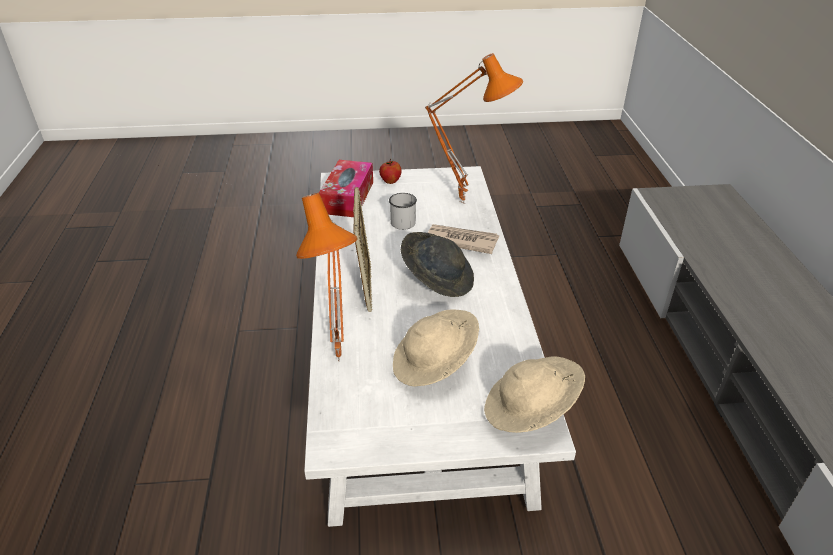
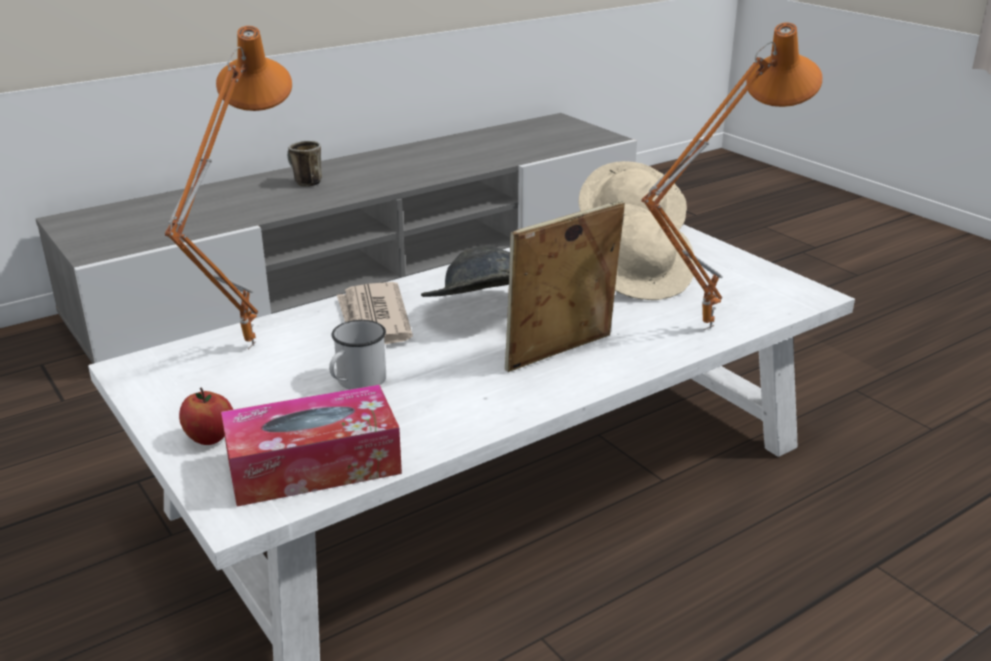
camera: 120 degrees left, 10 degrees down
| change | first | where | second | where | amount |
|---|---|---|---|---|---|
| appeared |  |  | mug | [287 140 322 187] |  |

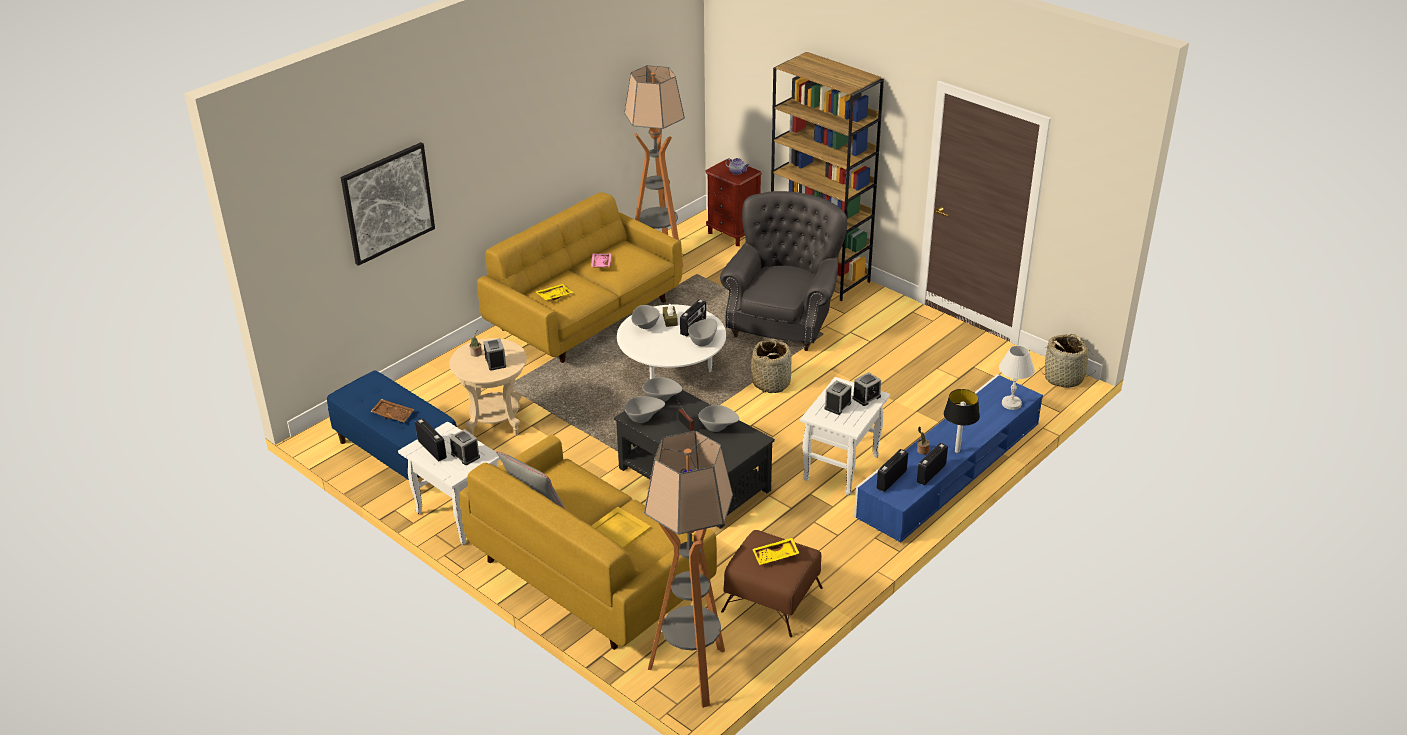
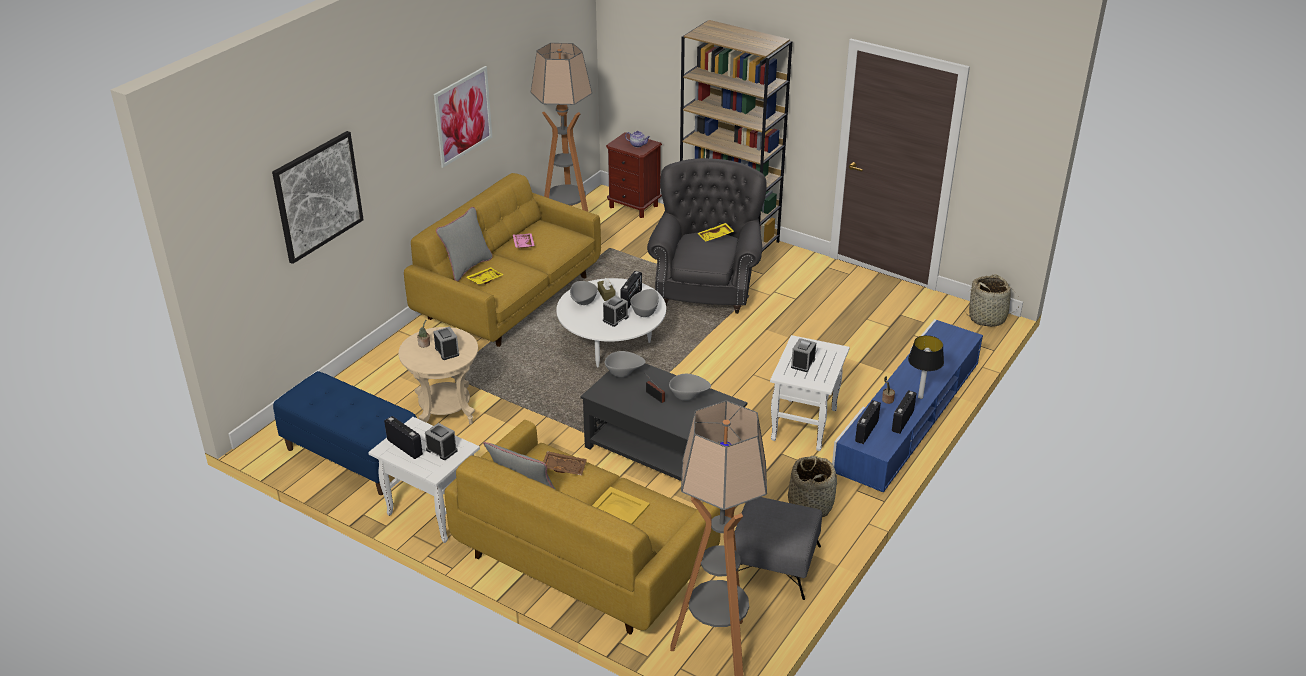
camera: 10 degrees left, 0 degrees up
| change | first | where | second | where | amount |
|---|---|---|---|---|---|
| appeared |  |  | wall art | [433 66 492 168] |  |
| appeared |  |  | gray throw pillow | [436 207 493 281] |  |
| relocated | brown tray | [370 399 415 423] |  | [543 451 587 476] |  |
| relocated | alarm clock | [852 372 881 406] |  | [603 295 629 327] |  |
| relocated | yellow-coloured tray | [752 538 799 565] |  | [697 223 734 242] |  |
| colour | brown ottoman | [721 530 823 637] | gray ottoman | [735 497 822 600] |  |
| relocated | storage basket | [751 338 792 393] |  | [788 456 837 517] |  |
| missing | gray deep dish | [625 396 665 423] |  |  |  |
| missing | white-coloured tabletop lamp | [999 346 1035 410] |  |  |  |

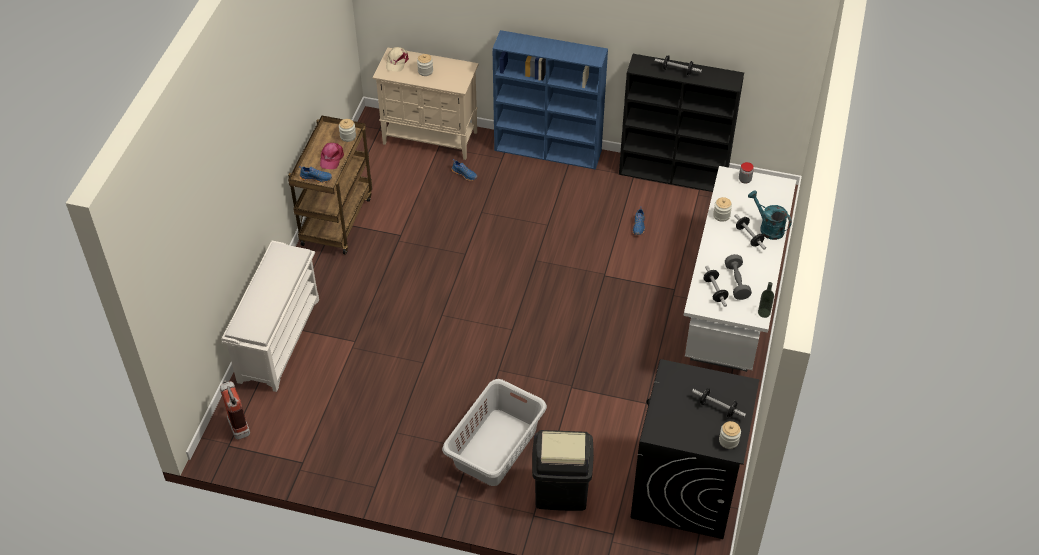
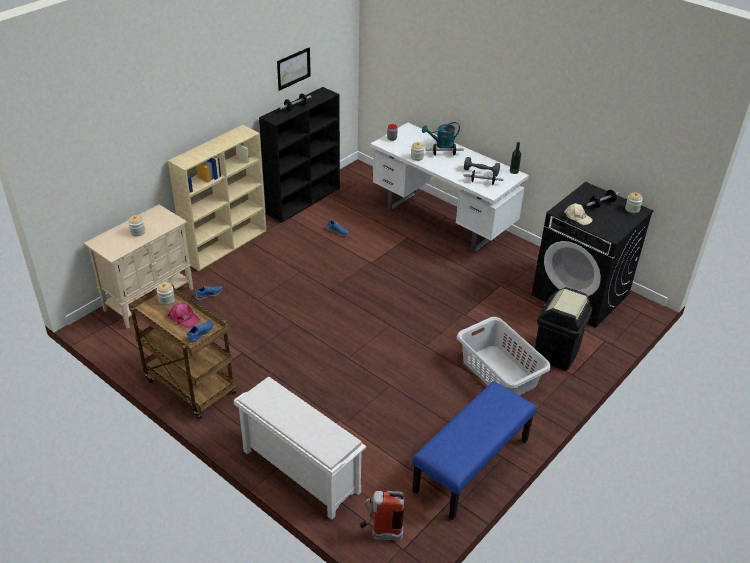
camera: 65 degrees left, 10 degrees down
| change | first | where | second | where | amount |
|---|---|---|---|---|---|
| colour | blue bookshelf | [492 30 608 170] | beige-coloured bookshelf | [168 125 266 271] |  |
| appeared |  |  | wall art | [277 48 311 91] |  |
| appeared |  |  | blue bench | [412 381 537 520] |  |
| relocated | beige-coloured baseball cap | [386 47 409 72] |  | [563 203 593 225] |  |

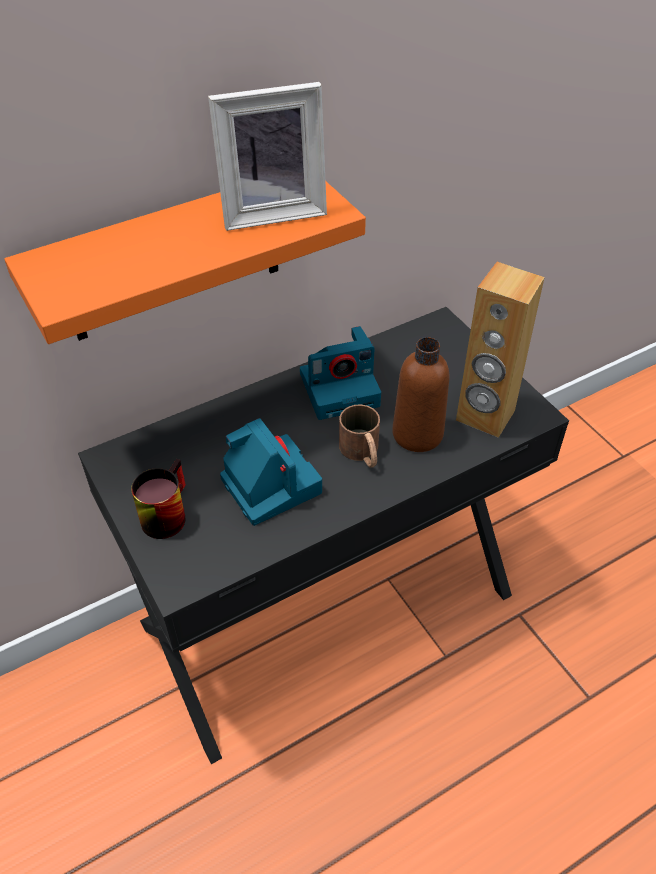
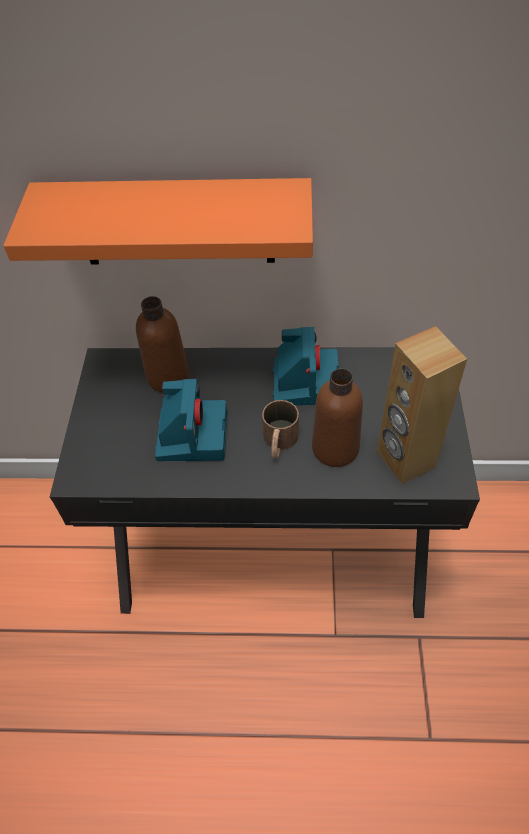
camera: 35 degrees right, 5 degrees up
| change | first | where | second | where | amount |
|---|---|---|---|---|---|
| appeared |  |  | brown drink bottle | [136 296 189 393] |  |
| spun | still camera | [300 326 381 420] |  | [273 327 339 405] | 105 degrees counterclockwise |
| missing | mug | [131 459 186 539] |  |  |  |
| missing | photo frame | [208 82 327 231] |  |  |  |

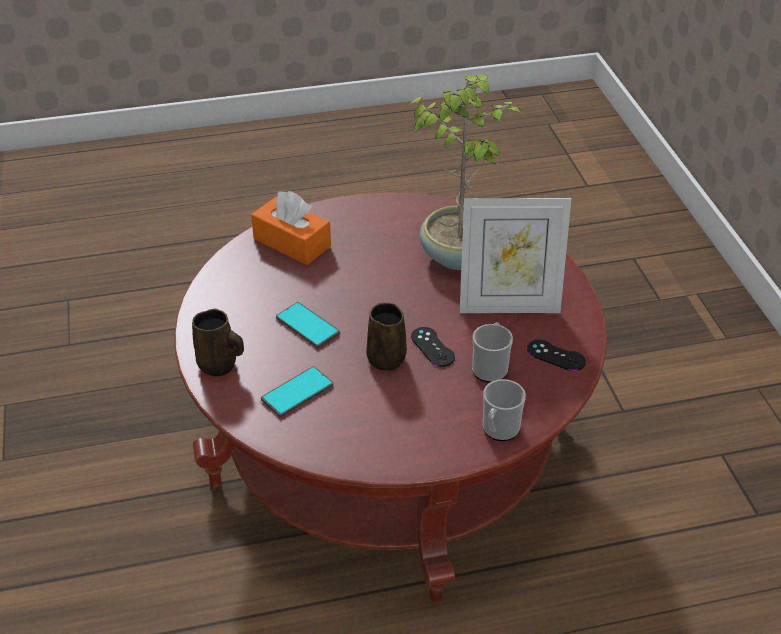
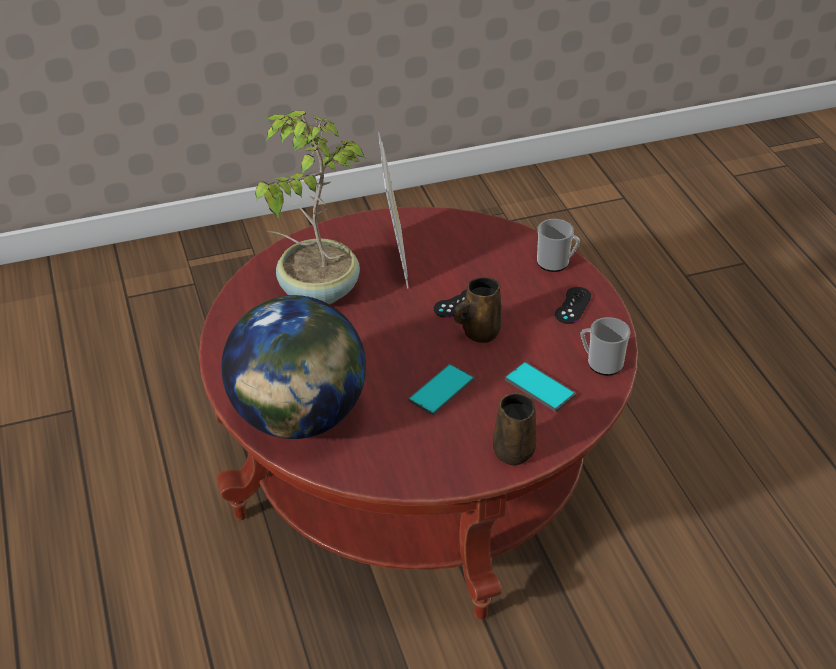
camera: 95 degrees left, 0 degrees up
| change | first | where | second | where | amount |
|---|---|---|---|---|---|
| exchanged | orange box of tissues | [251 191 331 265] | globe | [221 295 366 439] |  |
| relocated | black joypad | [527 340 586 371] |  | [555 287 591 324] |  |
| relocated | mug | [472 322 513 383] |  | [581 317 631 376] |  |

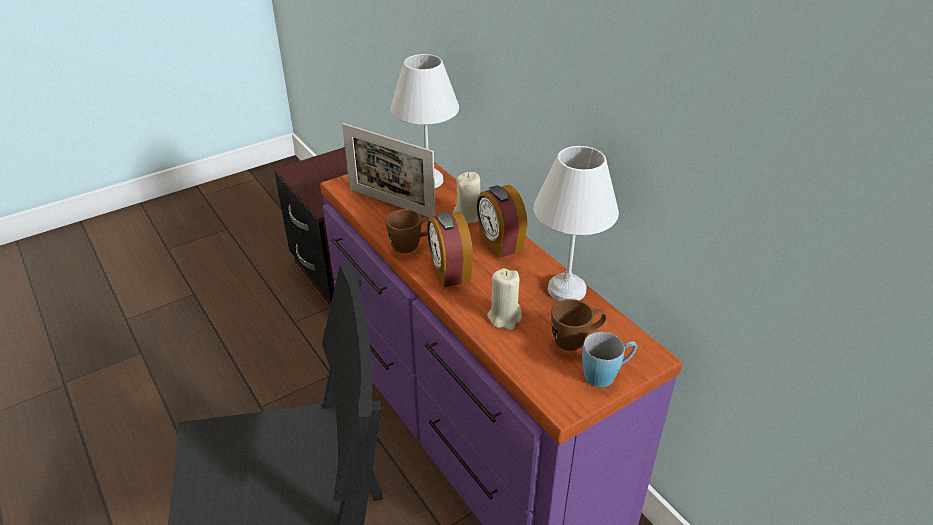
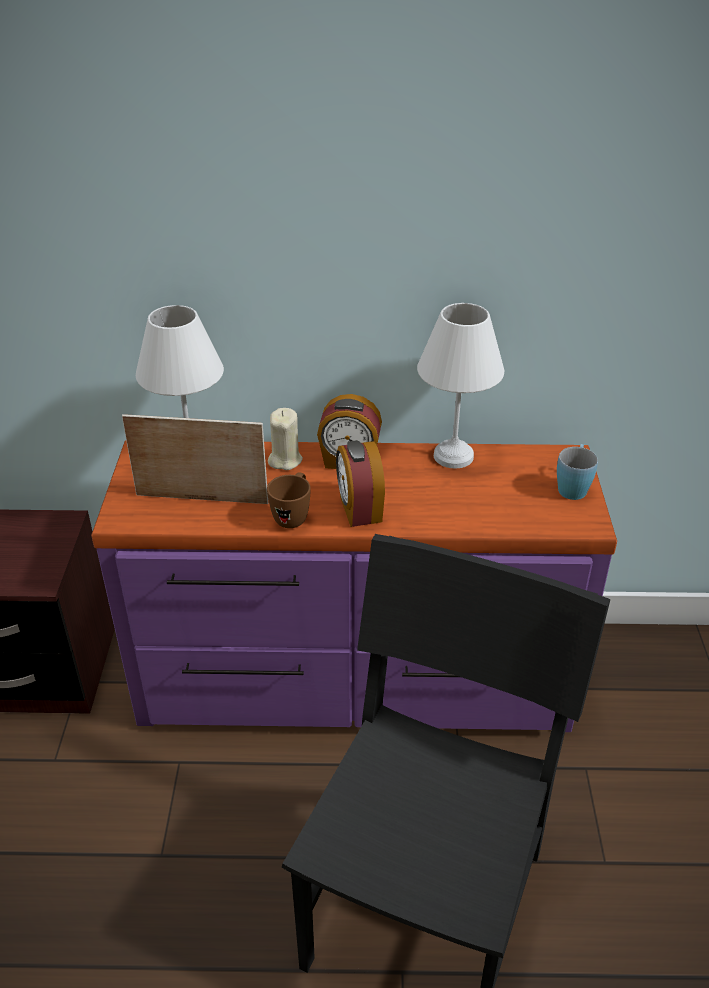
camera: 55 degrees left, 0 degrees up
| change | first | where | second | where | amount |
|---|---|---|---|---|---|
| spun | photo frame | [342 123 436 217] |  | [122 414 268 504] | 150 degrees counterclockwise |
| spun | alarm clock | [427 212 473 287] |  | [336 440 385 527] | 60 degrees clockwise |
| missing | beige-coloured wax light | [487 268 522 330] |  |  |  |
| missing | brown mug | [551 299 606 351] |  |  |  |

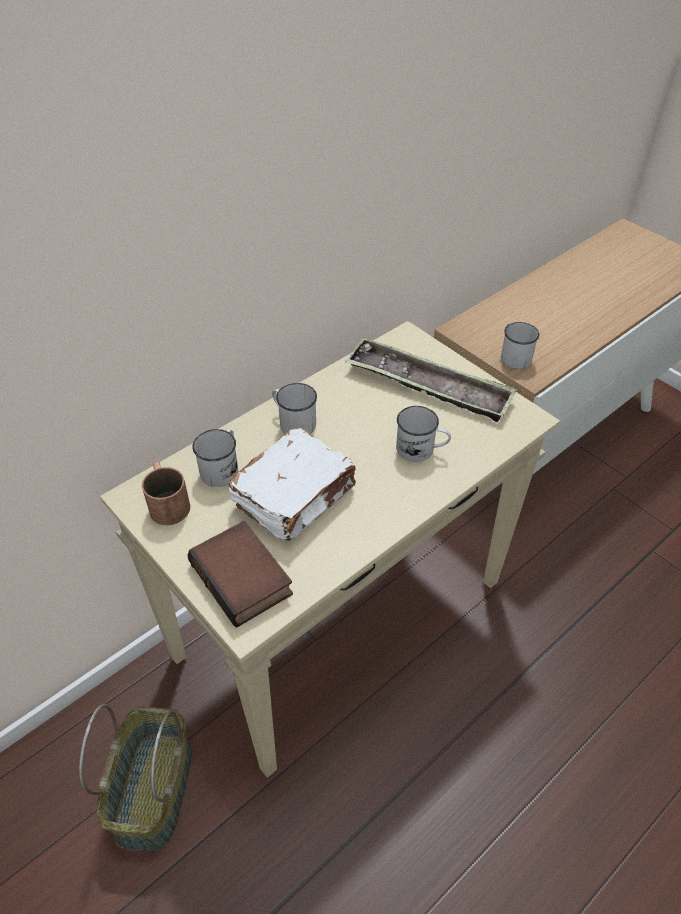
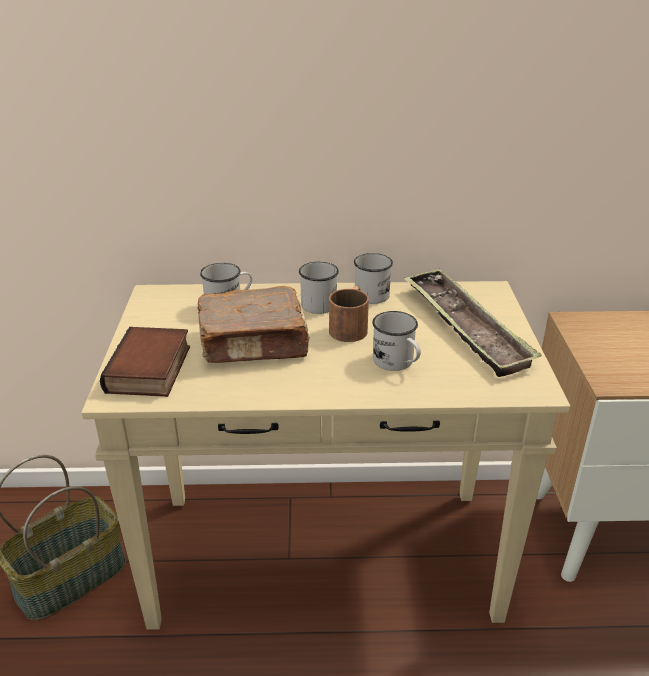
camera: 40 degrees right, 15 degrees down
| change | first | where | second | where | amount |
|---|---|---|---|---|---|
| colour | white-coloured book | [228 428 356 541] | brown book | [197 286 310 363] |  |
| relocated | brown mug | [142 462 190 525] |  | [329 286 369 342] |  |
| relocated | white-coloured mug | [501 322 539 369] |  | [354 253 393 304] |  |

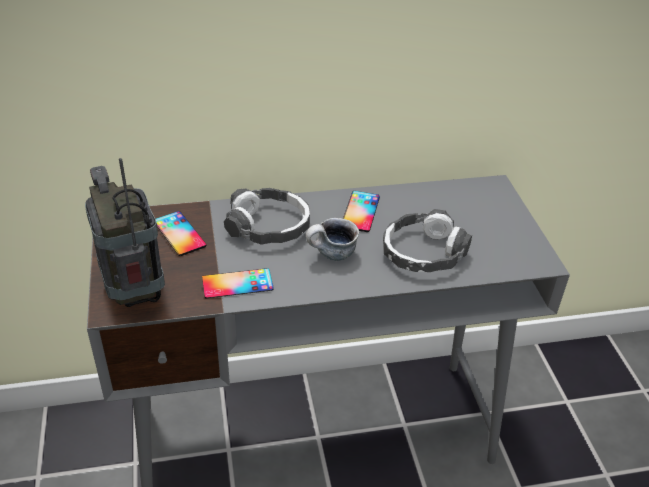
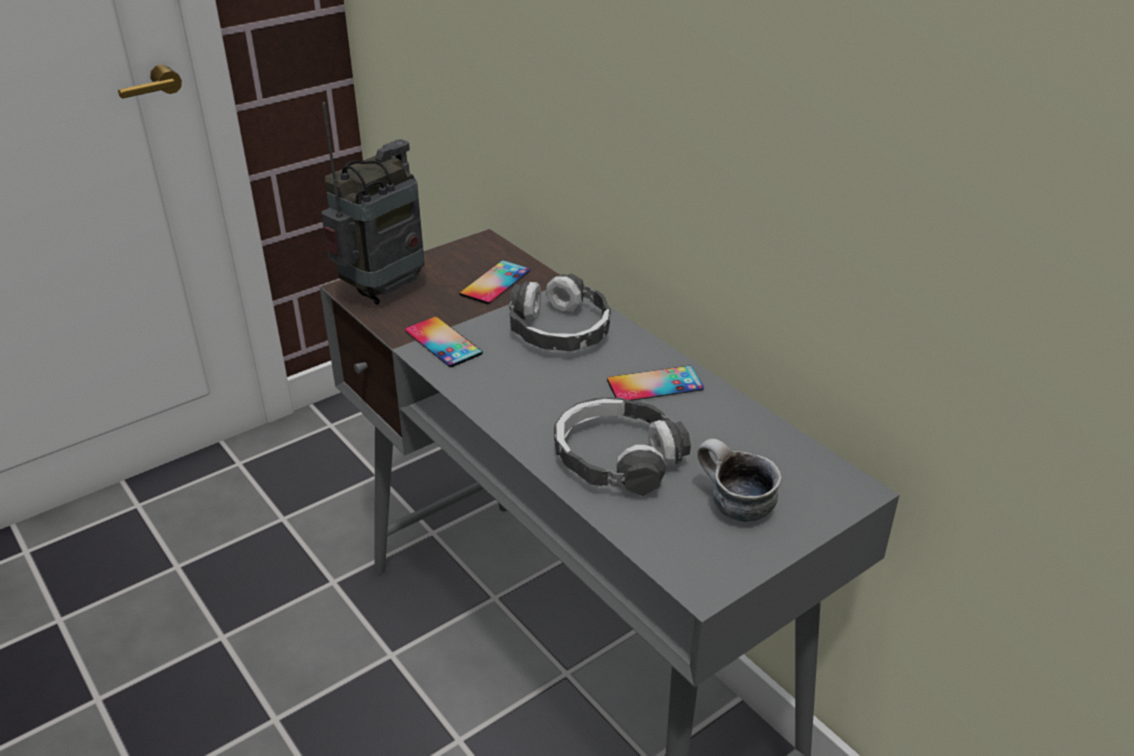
camera: 65 degrees right, 5 degrees down
| change | first | where | second | where | amount |
|---|---|---|---|---|---|
| relocated | mug | [306 218 359 261] |  | [697 439 782 522] |  |

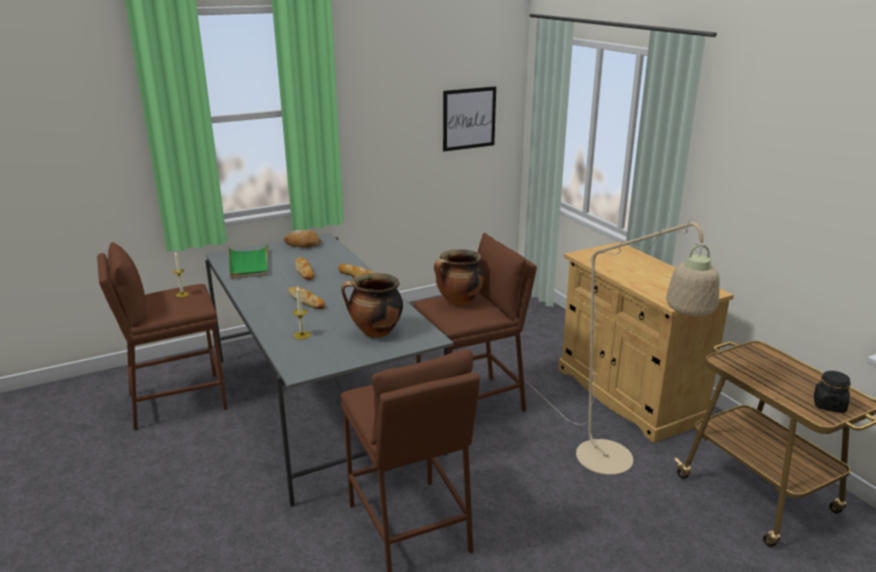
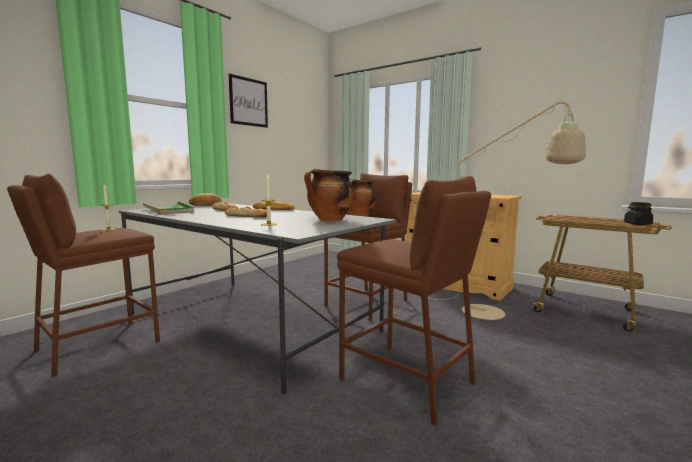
camera: 25 degrees left, 15 degrees down
| change | first | where | second | where | amount |
|---|---|---|---|---|---|
| relocated | wall art | [443 86 496 151] |  | [229 74 268 128] |  |

